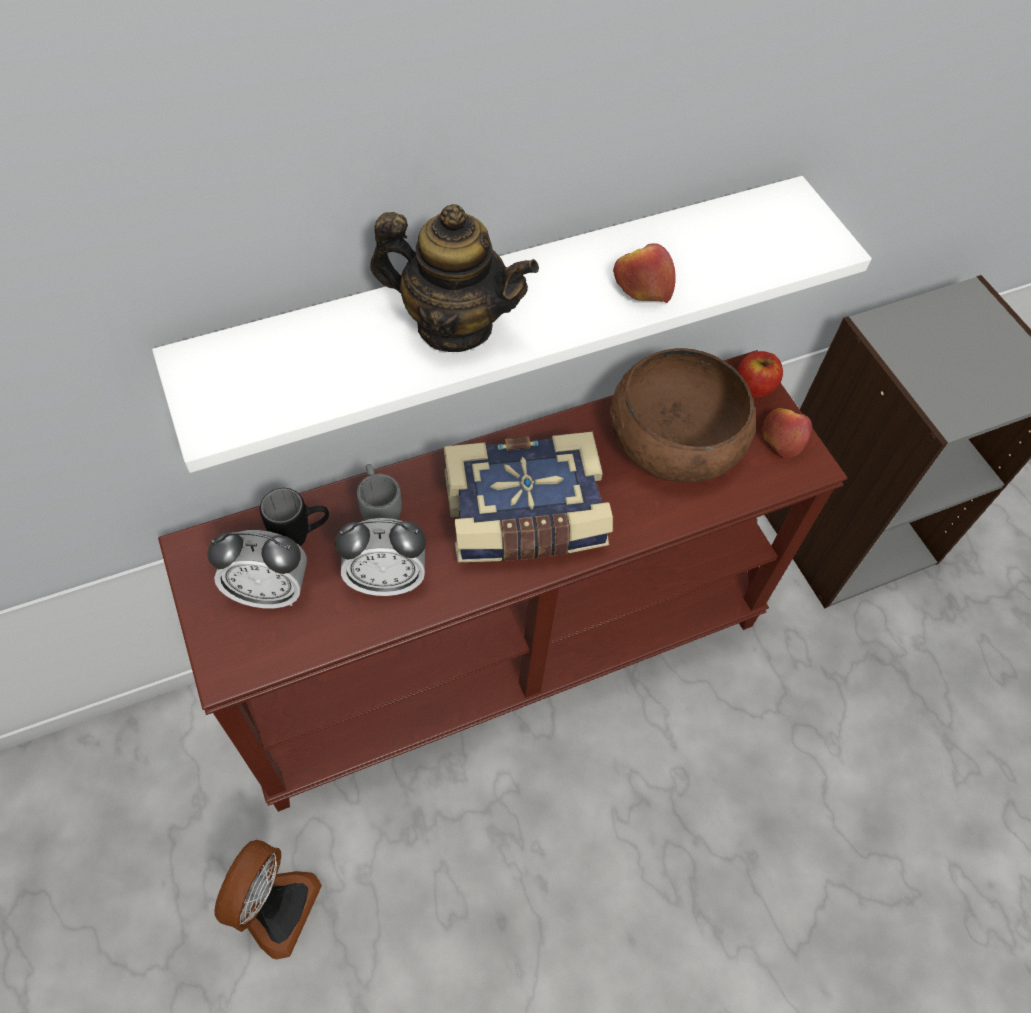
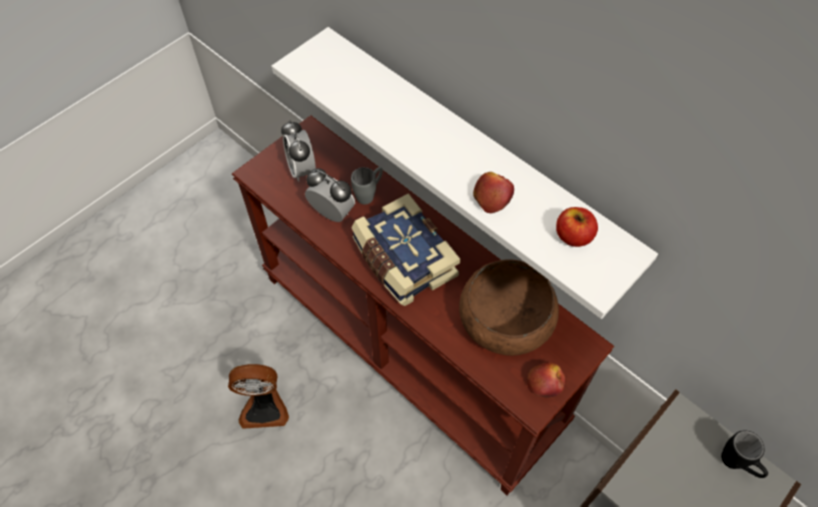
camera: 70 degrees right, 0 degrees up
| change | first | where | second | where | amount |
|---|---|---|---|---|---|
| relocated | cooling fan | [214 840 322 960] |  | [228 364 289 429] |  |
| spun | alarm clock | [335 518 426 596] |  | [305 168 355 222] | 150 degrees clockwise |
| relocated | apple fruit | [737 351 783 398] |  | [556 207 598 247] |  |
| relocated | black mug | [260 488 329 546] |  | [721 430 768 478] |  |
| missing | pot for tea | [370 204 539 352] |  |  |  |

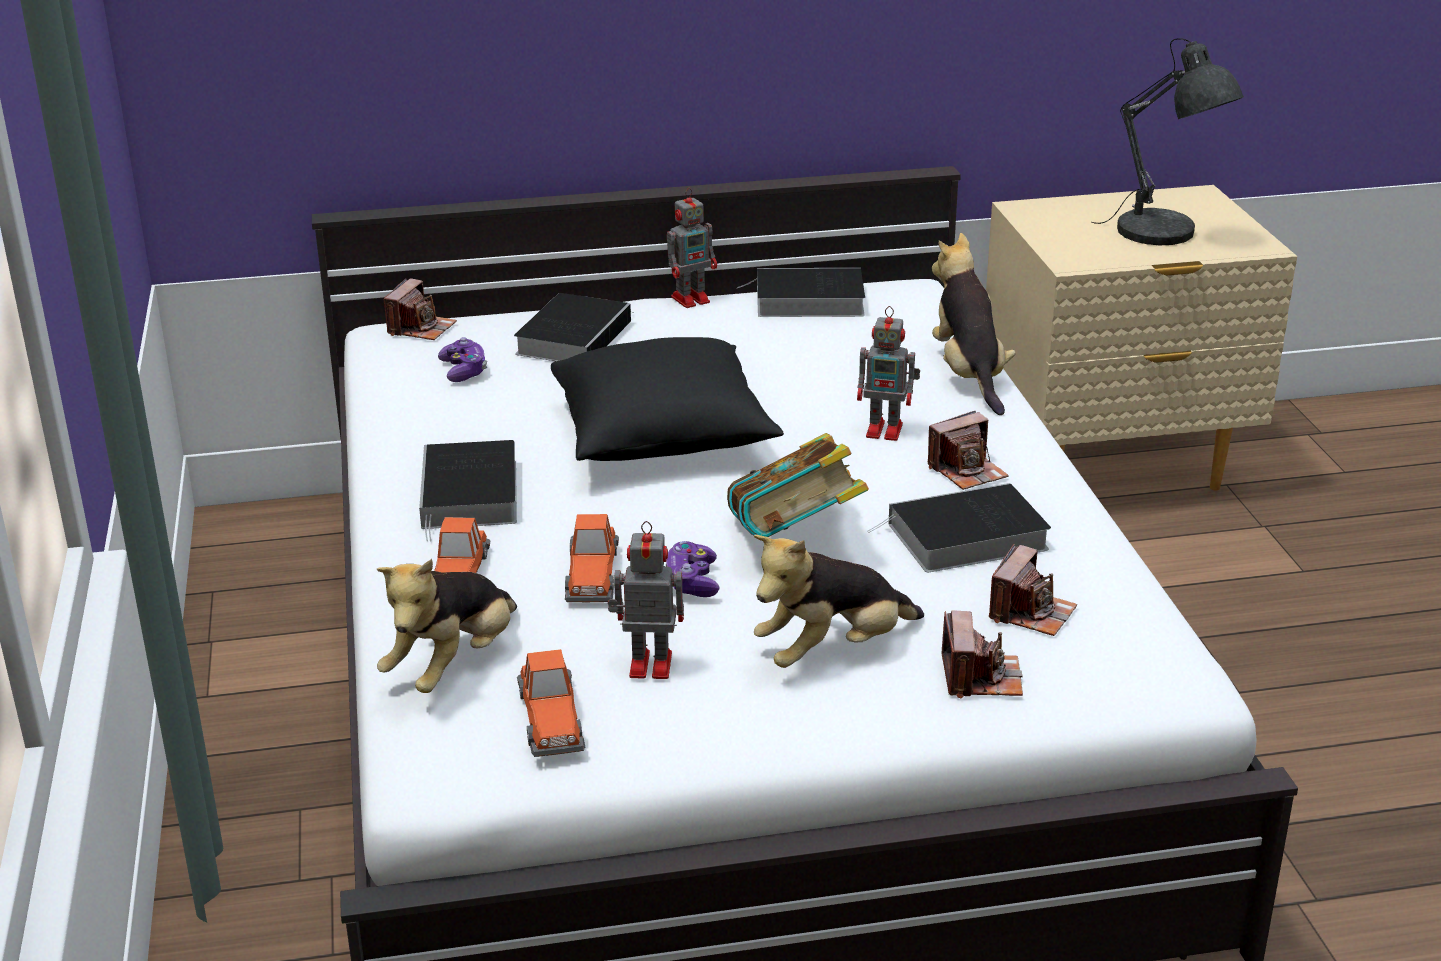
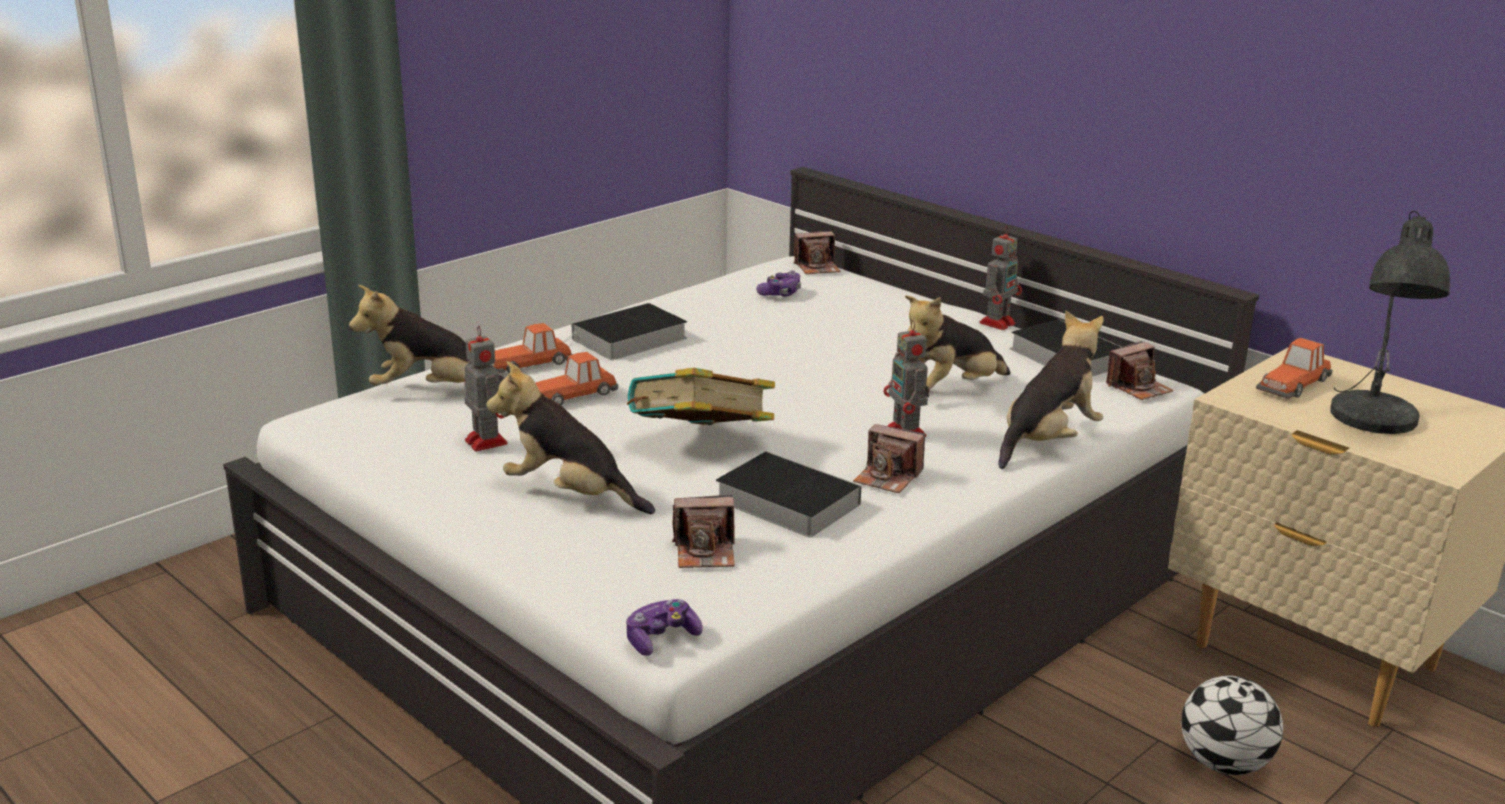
camera: 55 degrees right, 5 degrees down
| change | first | where | second | where | amount |
|---|---|---|---|---|---|
| relocated | joypad | [666 541 719 597] |  | [626 599 703 656] |  |
| appeared |  |  | plush toy | [905 295 1011 389] |  |
| spun | toy robot | [667 188 717 308] |  | [980 226 1022 330] | 75 degrees counterclockwise |
| relocated | still camera | [942 611 1023 698] |  | [1106 341 1174 400] |  |
| appeared |  |  | football | [1181 676 1283 775] |  |
| relocated | miniature car | [517 649 585 757] |  | [1256 338 1333 399] |  |
| missing | book | [514 293 634 361] |  |  |  |
| missing | black throw pillow | [551 337 784 461] |  |  |  |

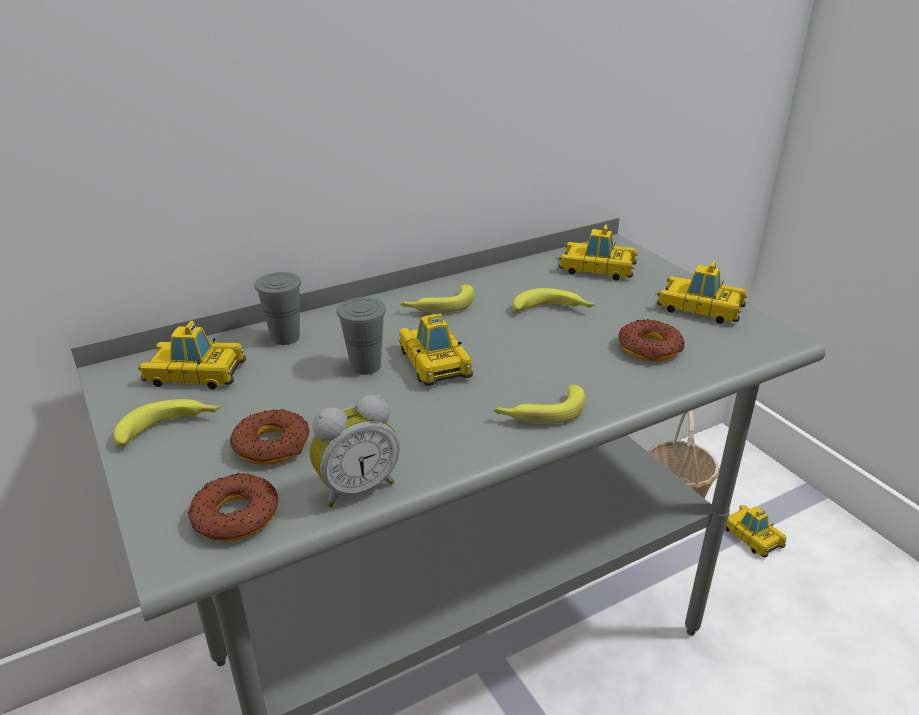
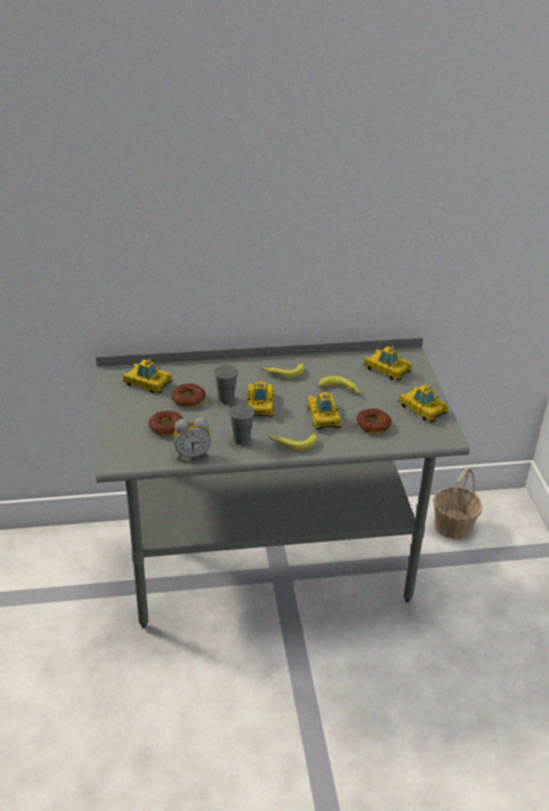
camera: 20 degrees right, 5 degrees up
| change | first | where | second | where | amount |
|---|---|---|---|---|---|
| relocated | donut | [188 473 278 541] |  | [172 384 206 407] |  |
| relocated | gray small cup | [254 272 301 345] |  | [229 404 255 445] |  |
| relocated | miniature car | [725 505 786 557] |  | [307 393 341 430] |  |
| missing | banana | [114 399 221 446] |  |  |  |

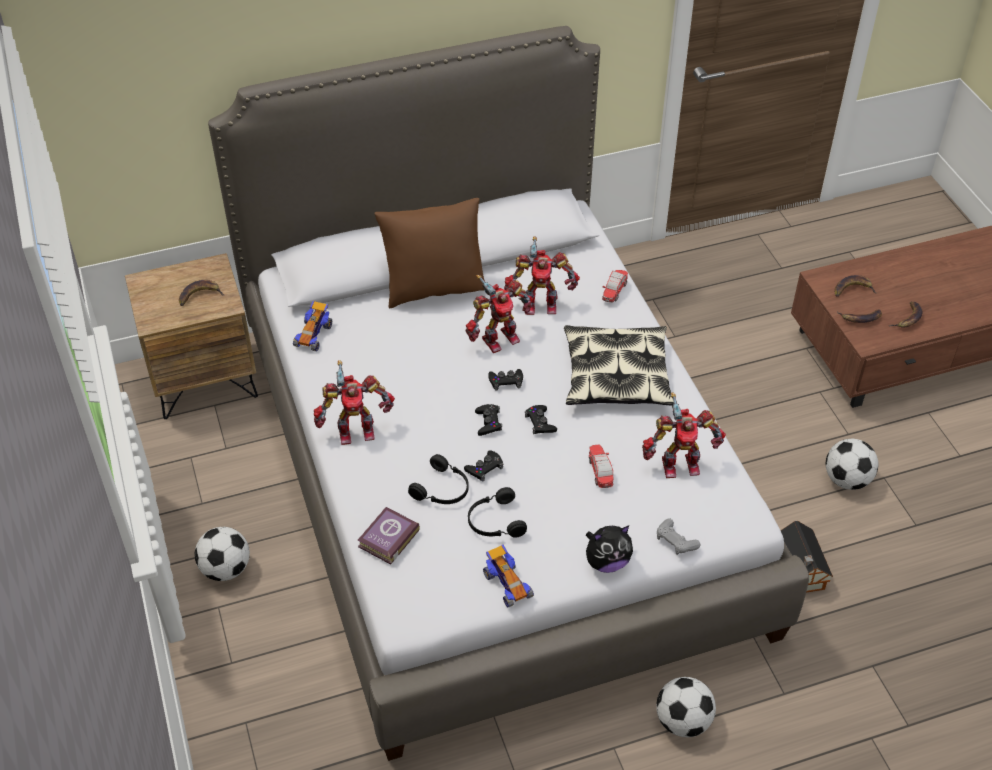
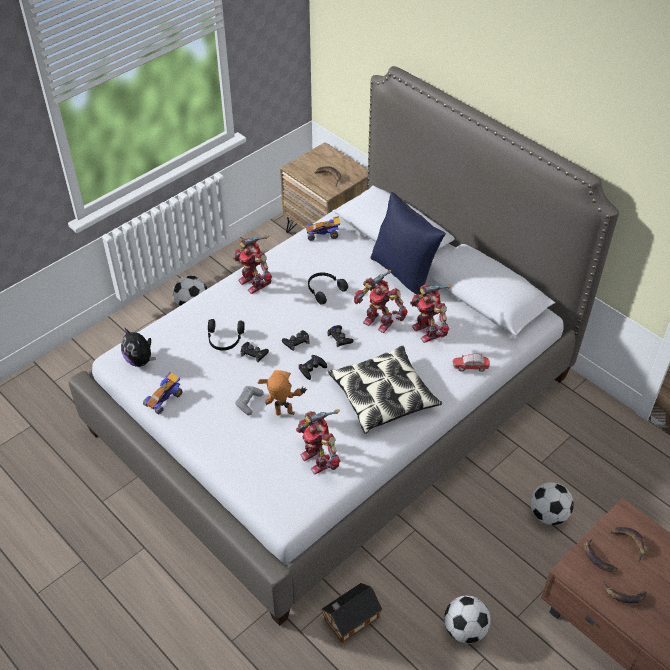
camera: 65 degrees right, 0 degrees up
| change | first | where | second | where | amount |
|---|---|---|---|---|---|
| relocated | plush toy | [586 526 633 573] |  | [121 327 156 367] |  |
| relocated | gray joypad | [657 519 700 555] |  | [235 386 264 415] |  |
| exchanged | miniature car | [589 445 614 488] | toy robot | [257 370 308 415] |  |
| relocated | black pair of headphones | [468 487 527 538] |  | [308 272 348 304] |  |
| colour | brown throw pillow | [374 198 485 308] | blue throw pillow | [370 192 446 295] |  |
| relocated | football | [656 677 716 738] |  | [530 482 574 525] |  |
| missing | book | [358 507 420 565] |  |  |  |

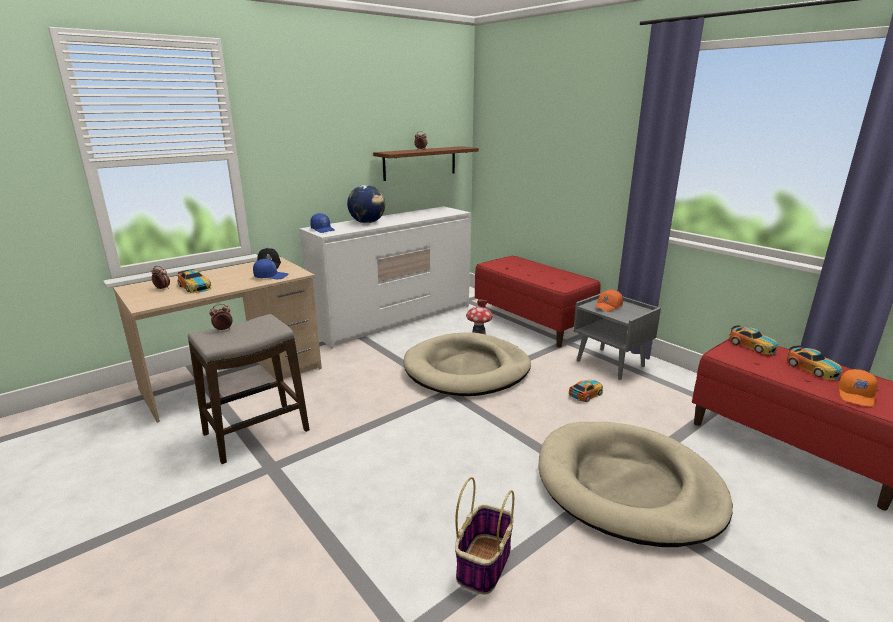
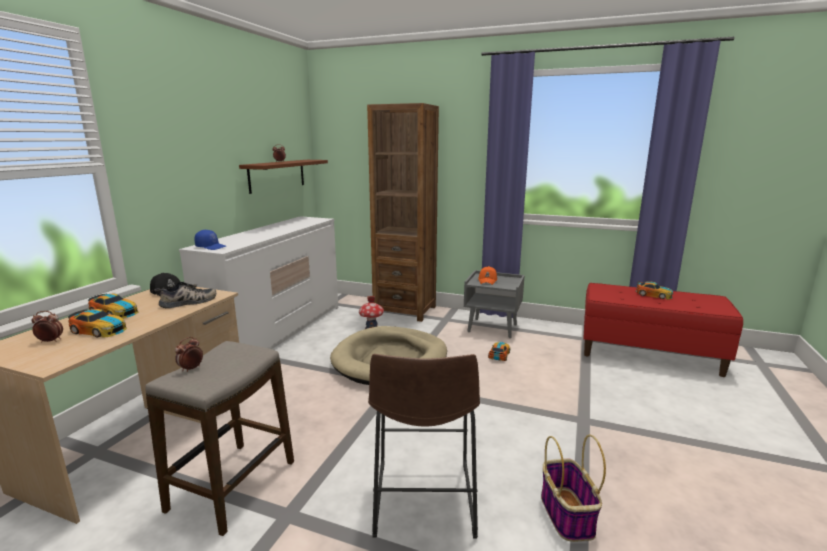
camera: 30 degrees left, 5 degrees down
| change | first | where | second | where | amount |
|---|---|---|---|---|---|
| relocated | miniature car | [729 325 778 355] |  | [88 294 138 319] |  |
| exchanged | blue baseball cap | [253 259 288 279] | shoe | [154 282 216 308] |  |
| exchanged | reddish bench | [475 256 601 347] | brown bookshelf | [367 103 439 322] |  |
| appeared |  |  | brown stool seat | [368 354 480 539] |  |
| missing | globe | [347 185 385 223] |  |  |  |
| missing | beige-coloured pet bed | [538 422 733 547] |  |  |  |
| missing | orange baseball cap | [838 369 877 407] |  |  |  |

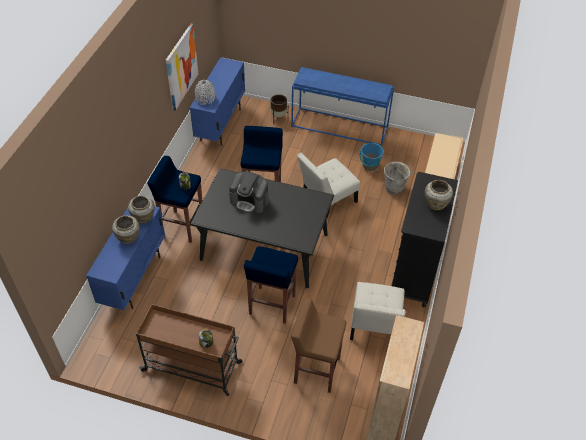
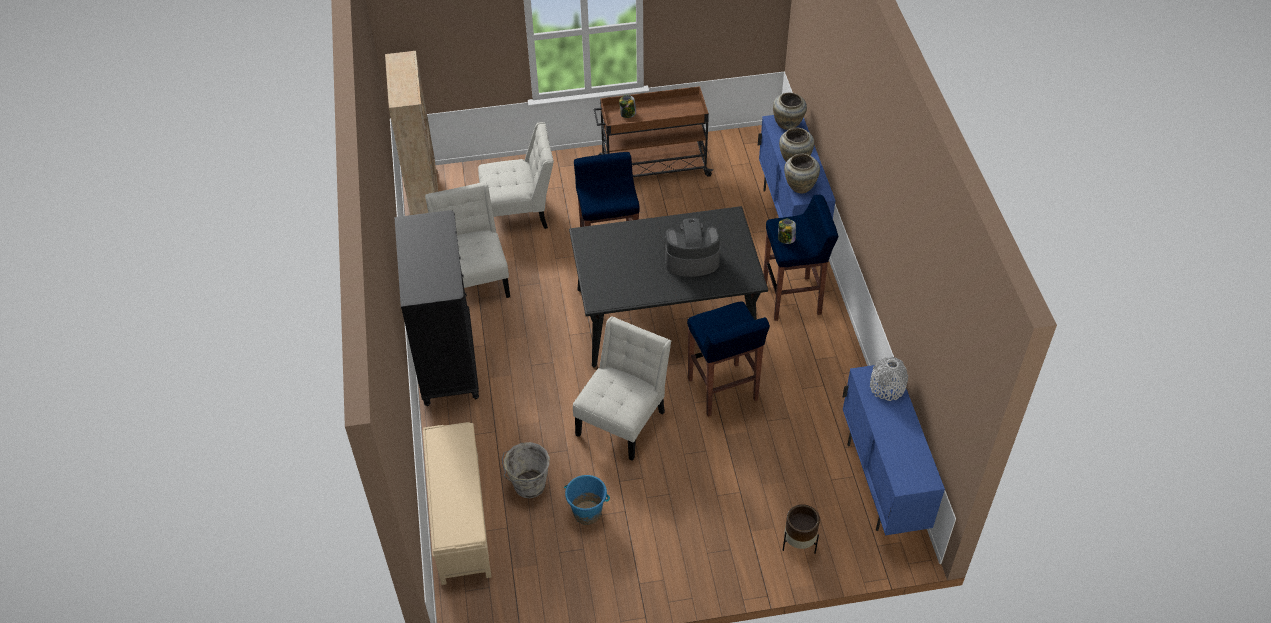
camera: 155 degrees right, 0 degrees up
| change | first | where | second | where | amount |
|---|---|---|---|---|---|
| exchanged | brown stool seat | [291 298 346 393] | white-coloured plain chair | [478 122 554 229] |  |
| relocated | beige-coloured vase | [425 180 453 210] |  | [773 92 807 130] |  |
| missing | wall art | [166 24 198 111] |  |  |  |
| missing | blue hall table | [291 67 394 147] |  |  |  |

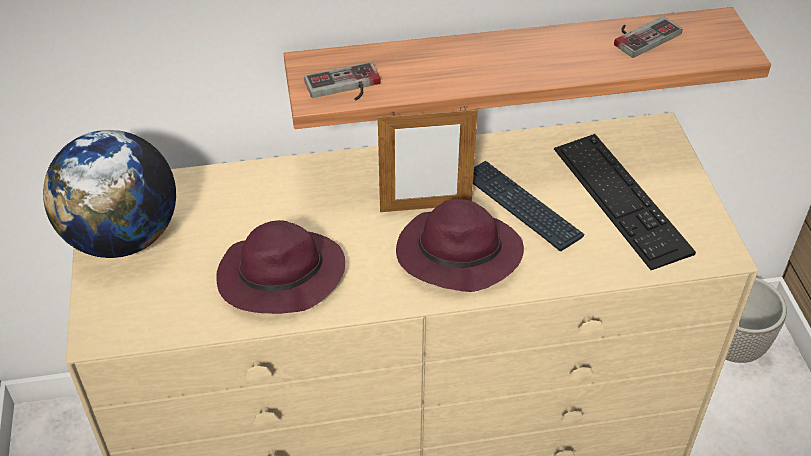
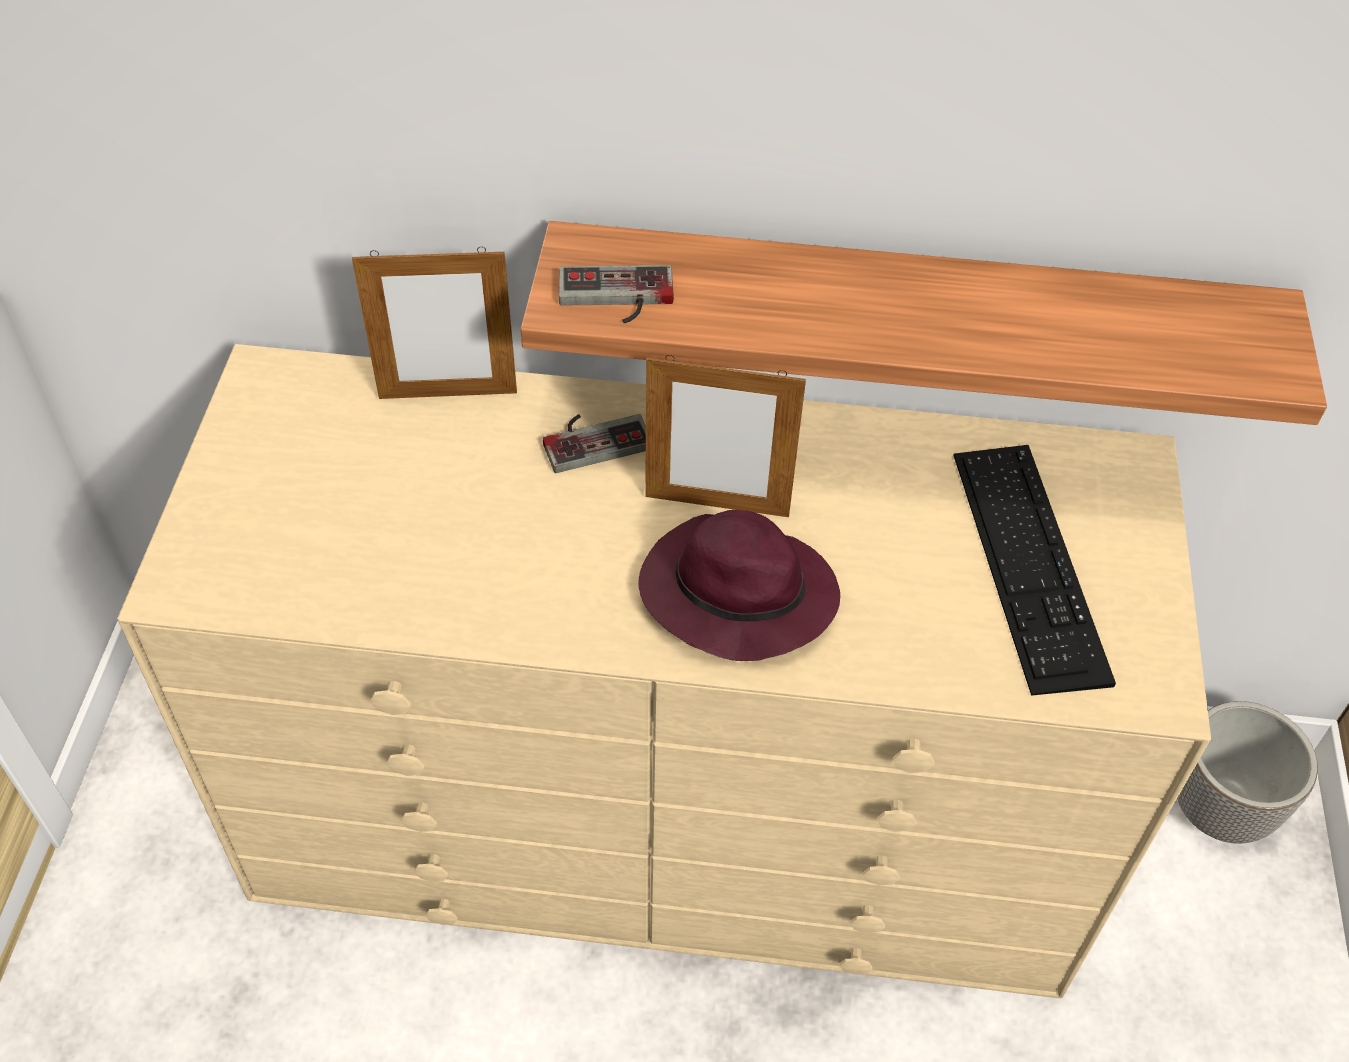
camera: 15 degrees right, 5 degrees up
| change | first | where | second | where | amount |
|---|---|---|---|---|---|
| appeared |  |  | photo frame | [352 247 517 399] |  |
| relocated | joypad | [614 16 682 58] |  | [543 414 646 473] |  |
| missing | globe | [43 130 176 258] |  |  |  |
| missing | purplish wearable hat | [216 220 345 314] |  |  |  |
| missing | keyboard | [473 161 584 251] |  |  |  |

